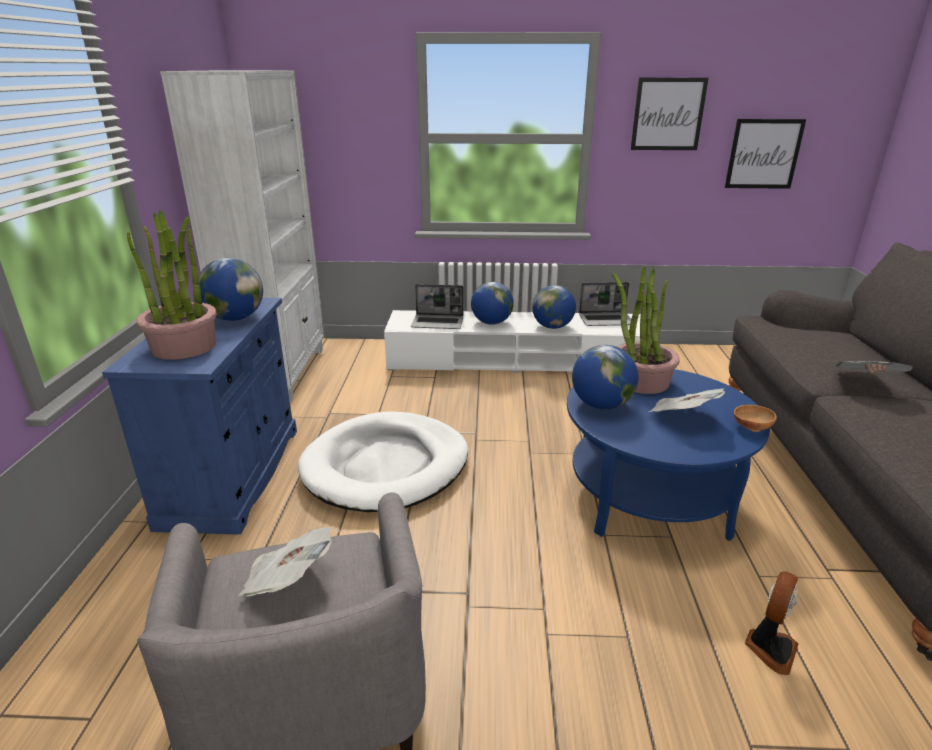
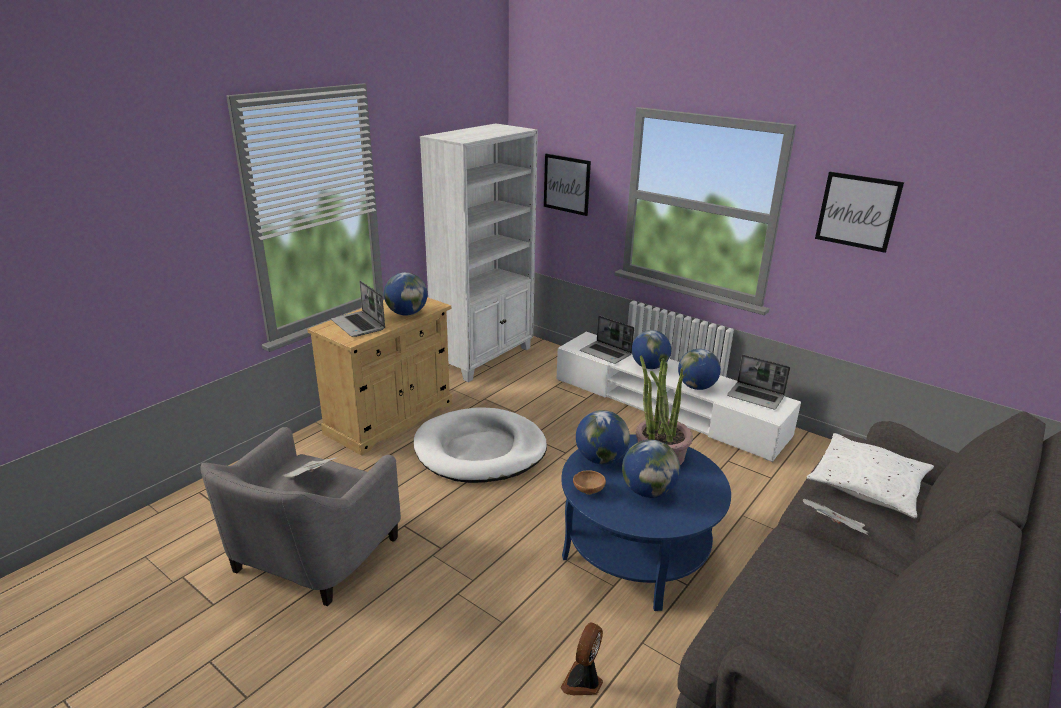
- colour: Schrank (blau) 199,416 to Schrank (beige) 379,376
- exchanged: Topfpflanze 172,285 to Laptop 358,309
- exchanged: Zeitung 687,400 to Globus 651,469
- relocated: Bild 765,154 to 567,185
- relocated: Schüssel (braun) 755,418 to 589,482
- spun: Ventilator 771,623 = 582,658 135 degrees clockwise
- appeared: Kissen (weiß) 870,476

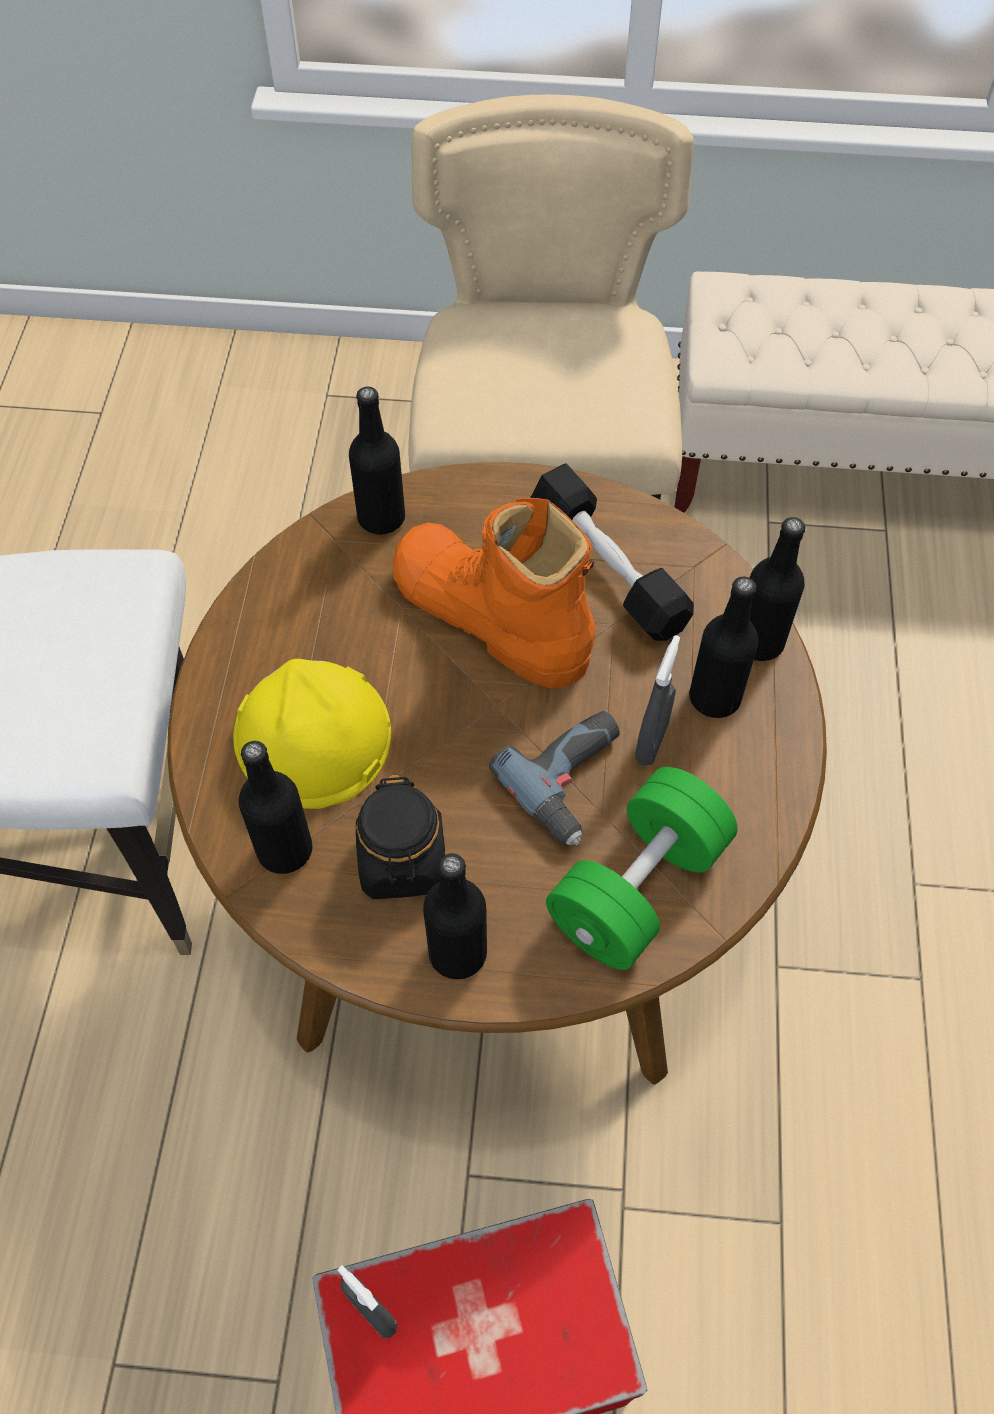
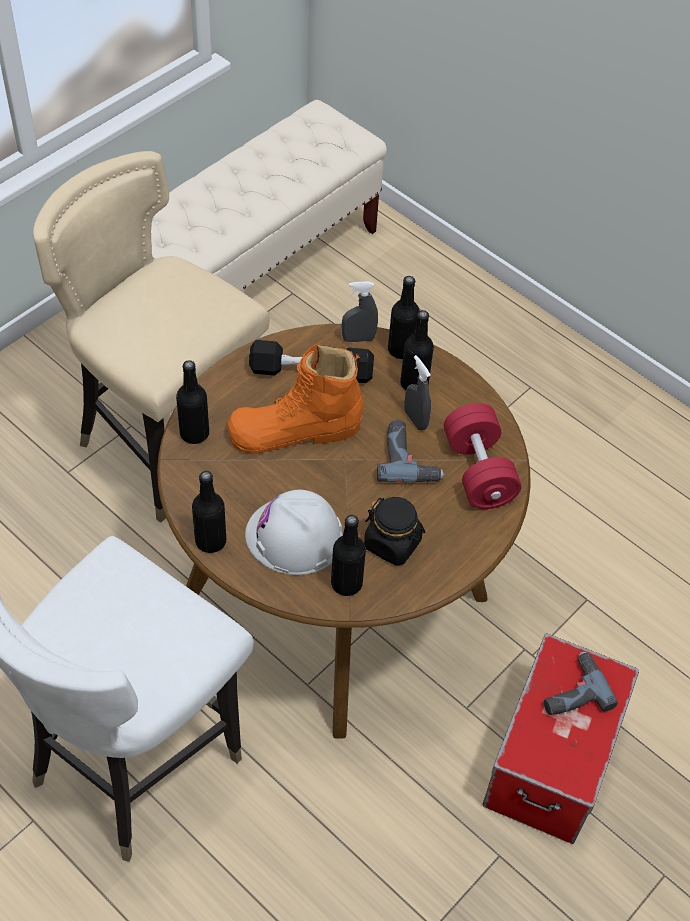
- colour: Schutzhelm (gelb) 312,734 to Schutzhelm (weiß) 294,532
- relocated: Sprühflasche (grau) 367,1301 to 360,312
- relocated: Flasche (schwarz) 455,916 to 209,512
- colour: Hantel (grün) 642,868 to Hantel (rot) 483,456
- appeared: Bohrmaschine 581,683

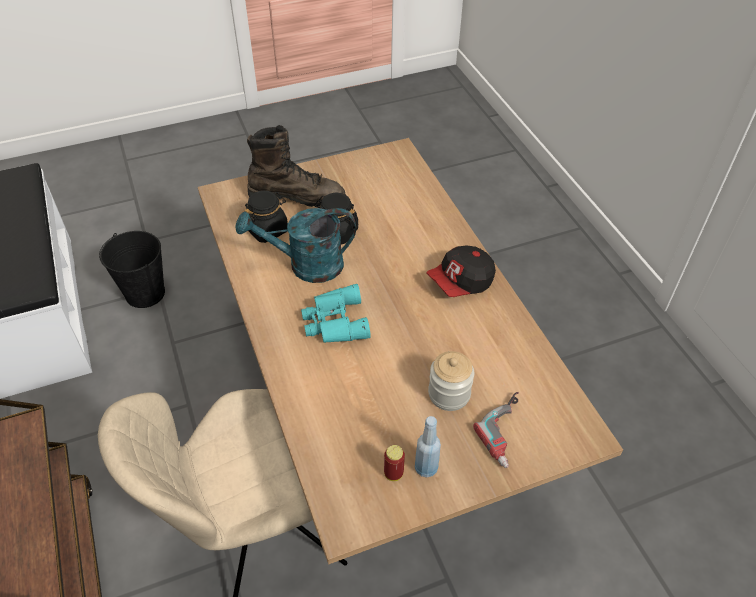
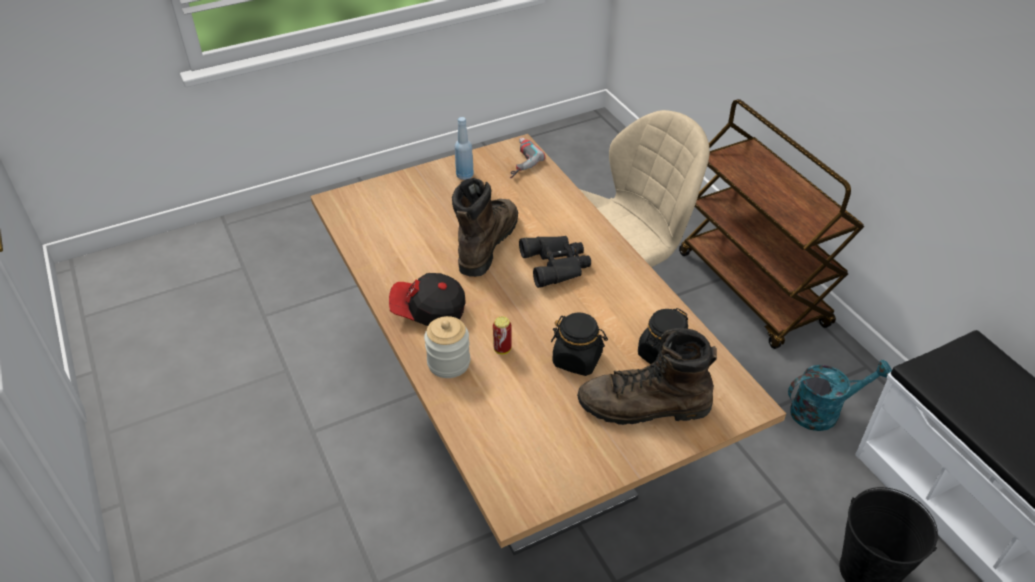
- relocated: Gießkanne (türkis) 295,245 to 840,395
- colour: Fernglas (türkis) 336,313 to Fernglas (schwarz) 555,262
- relocated: Dose 394,463 to 502,335
- spun: Kappe 461,271 = 427,299 135 degrees counterclockwise
- relocated: Vorratsglas 451,381 to 447,347
- relocated: Bohrmaschine 496,430 to 527,158
- appeared: Stiefel (braun) 485,227

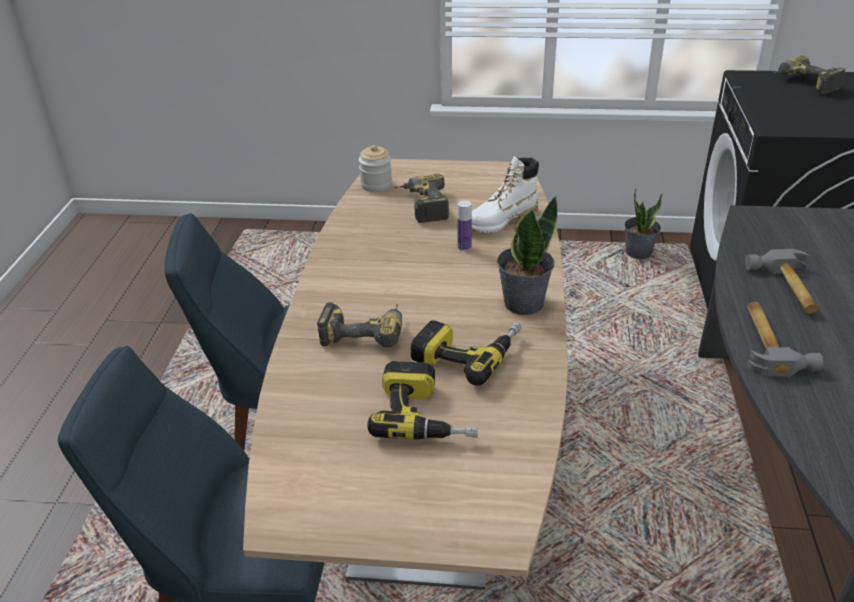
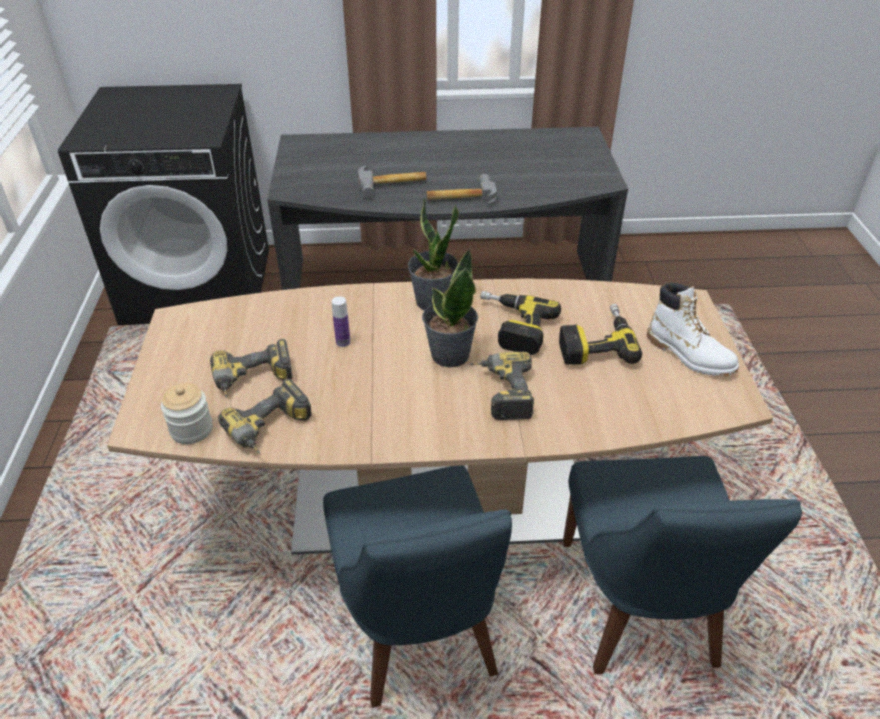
- relocated: Stiefel (weiß) 505,194 to 693,329
- relocated: Topfpflanze 643,223 to 450,308
- relocated: Bohrmaschine 809,75 to 265,416

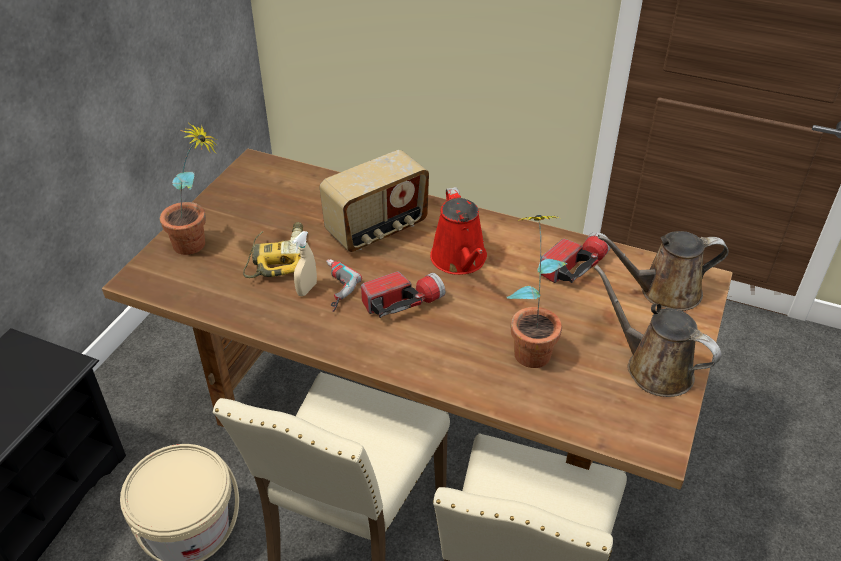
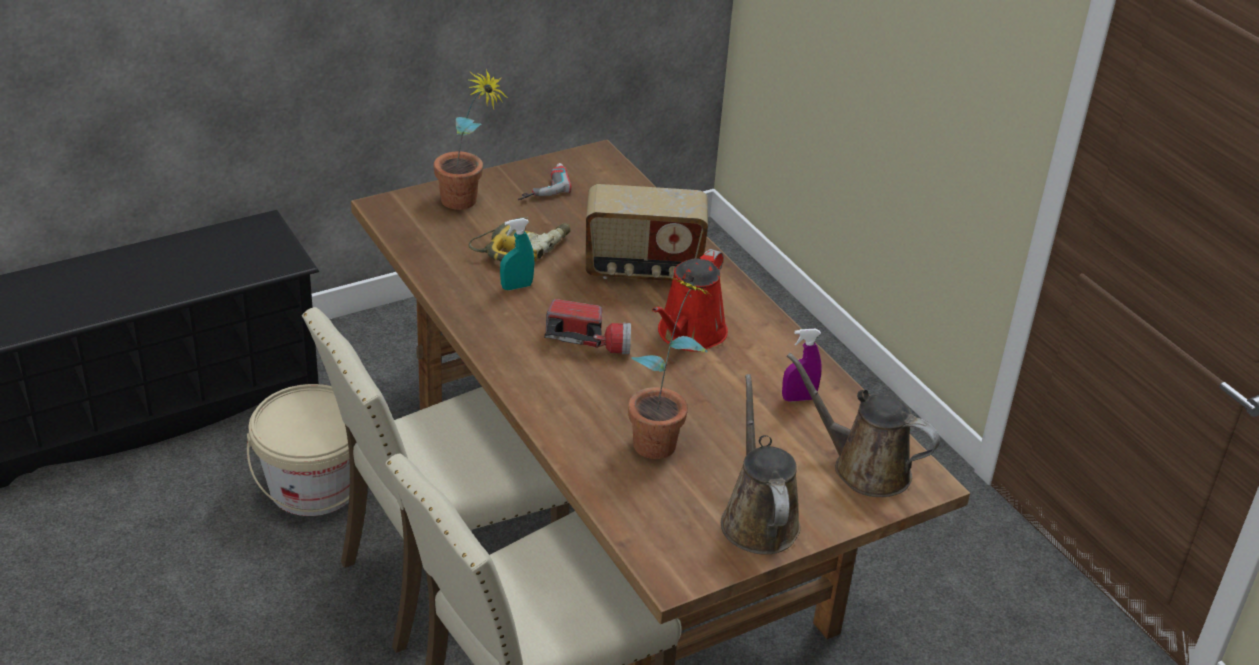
- colour: Sprühflasche (beige) 304,263 to Sprühflasche (türkis) 517,254
- relocated: Bohrmaschine 344,285 to 545,181
- exchanged: Taschenlampe 575,257 to Sprühflasche (lila) 802,365

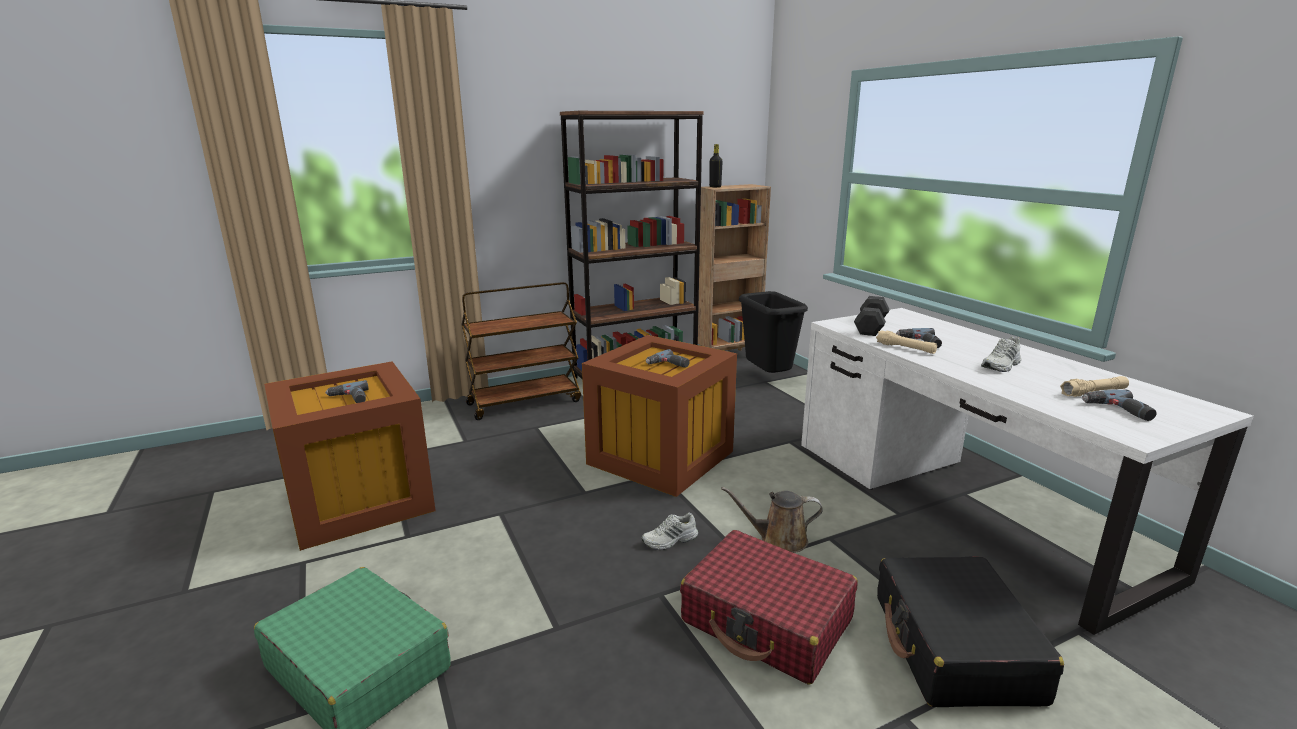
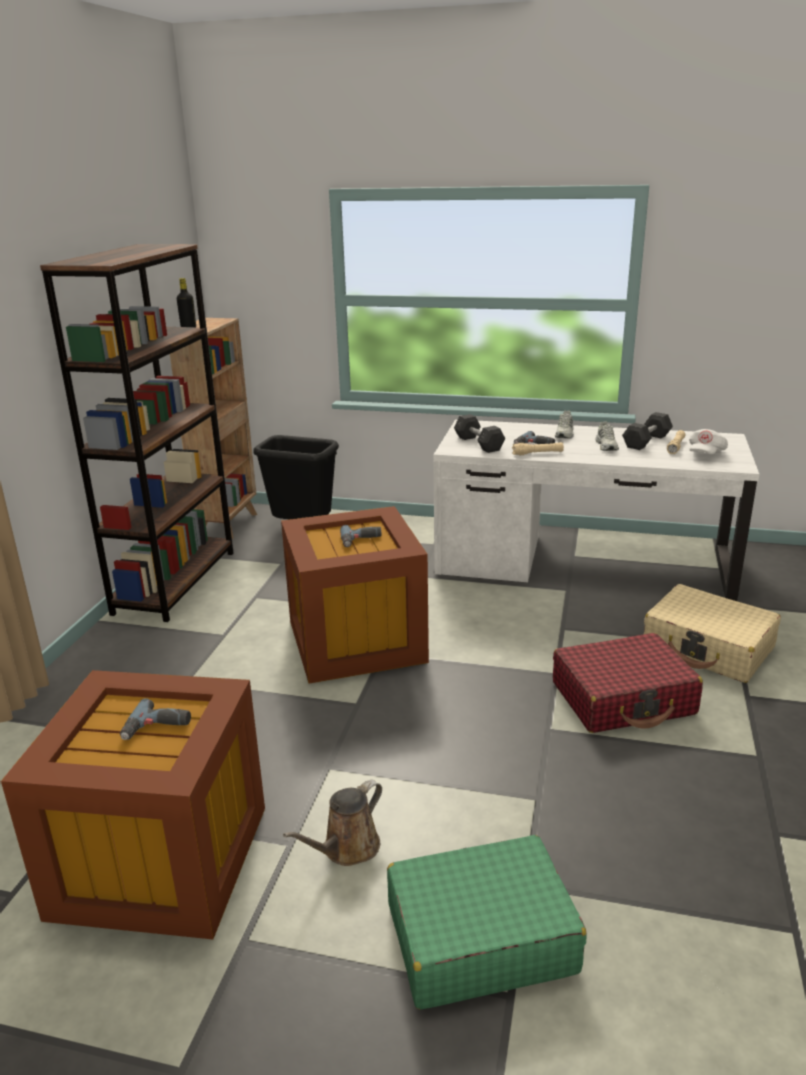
- missing: Rollwagen (braun) 521,351
- relocated: Schuh (weiß) 669,531 to 564,425
- relocated: Gießkanne (braun) 772,520 to 332,823
- colour: Koffer (schwarz) 970,631 to Koffer (beige) 712,633
- exchanged: Bohrmaschine 1119,405 to Kappe (weiß) 708,441
- appeared: Hantel (grau) 647,431

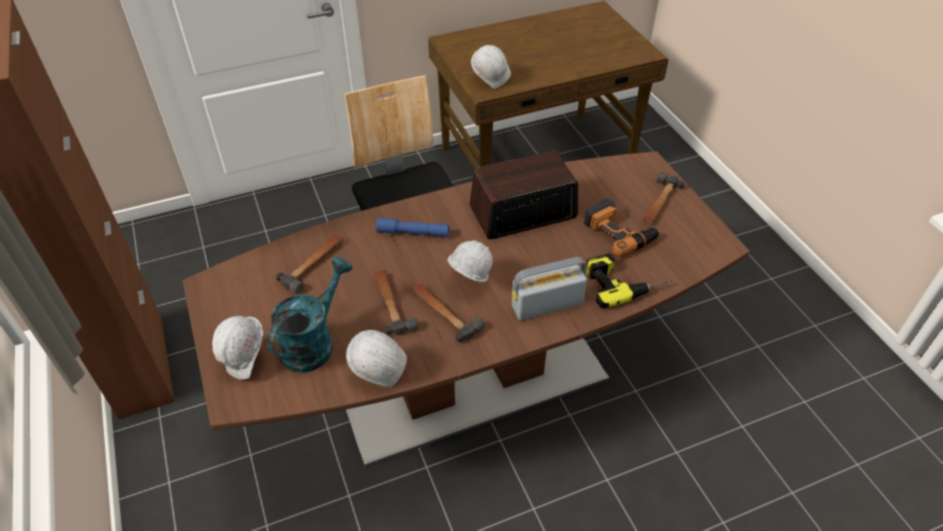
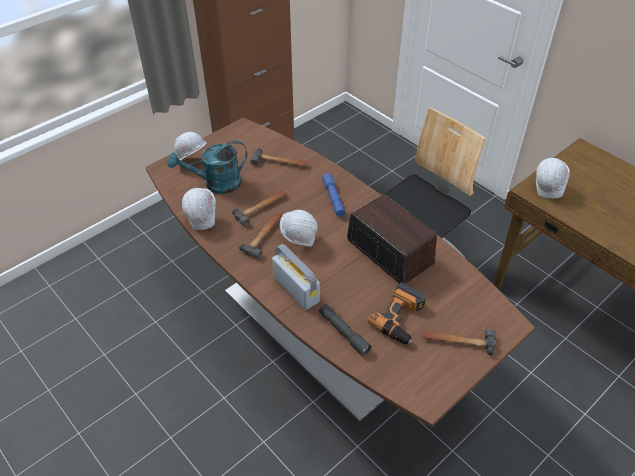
- spun: Gießkanne (türkis) 310,315 = 207,167 150 degrees clockwise
- exchanged: Bohrmaschine 629,281 to Taschenlampe (grau) 345,330

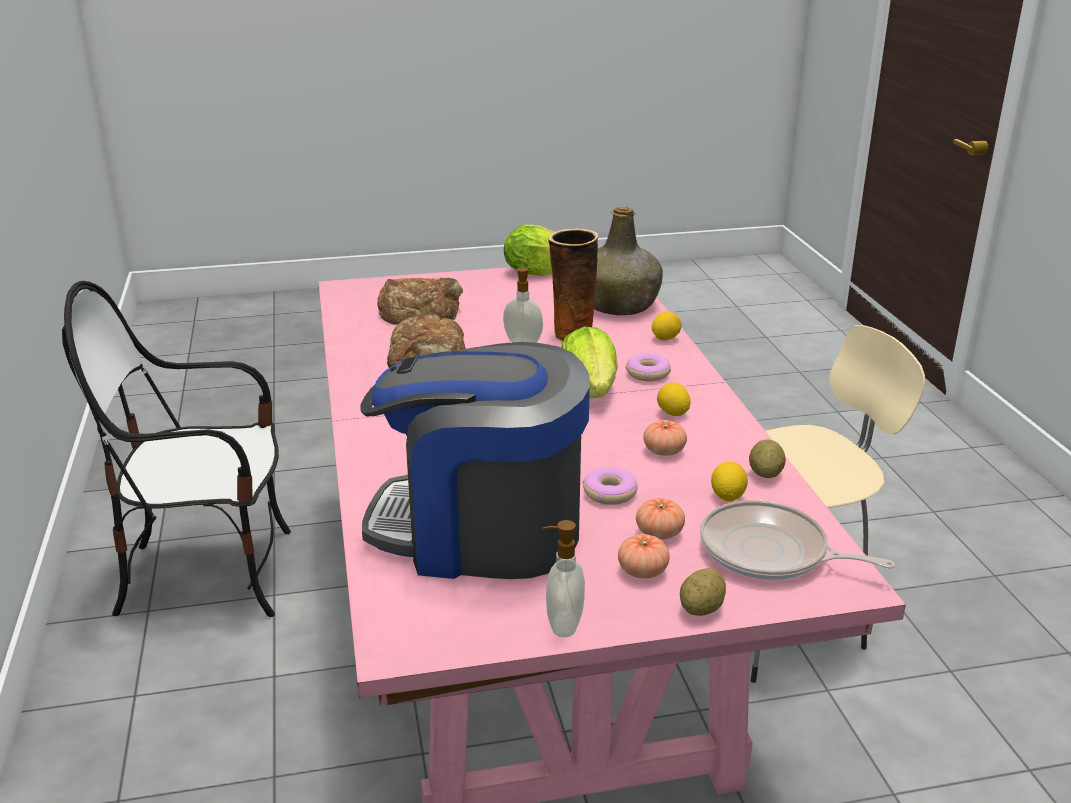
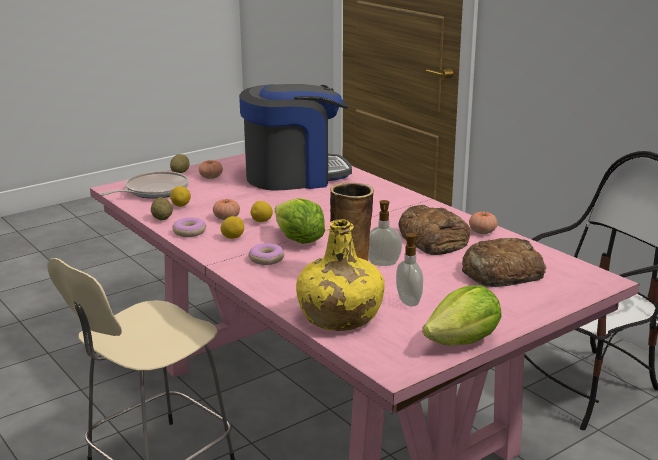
- relocated: Seifenspender 564,578 to 410,270
- relocated: Donut 610,486 to 189,227
- colour: Flasche (grün) 628,260 to Flasche (gelb) 340,275
- relocated: Tomate 660,519 to 483,223
- relocated: Zitrone 666,325 to 262,211
- spun: Pfanne 797,540 = 144,185 45 degrees counterclockwise

